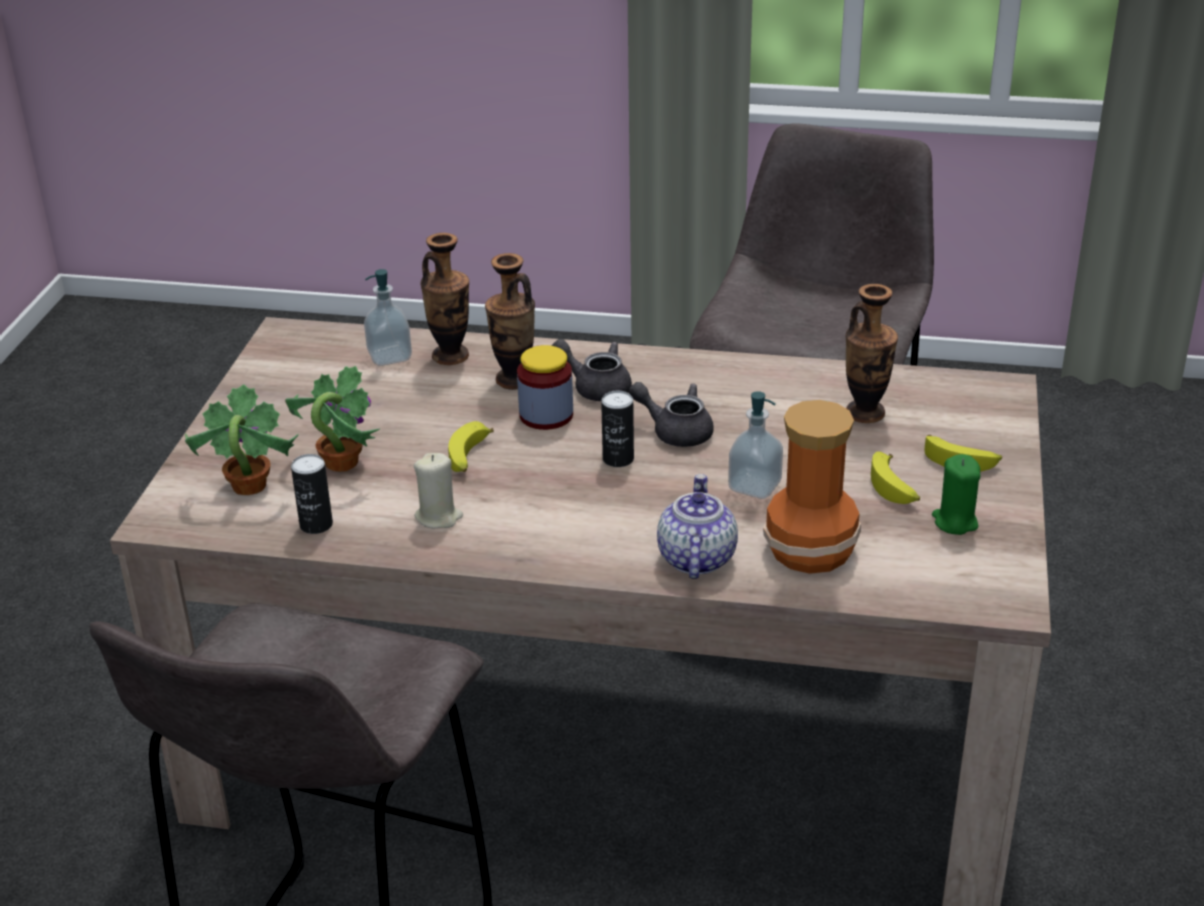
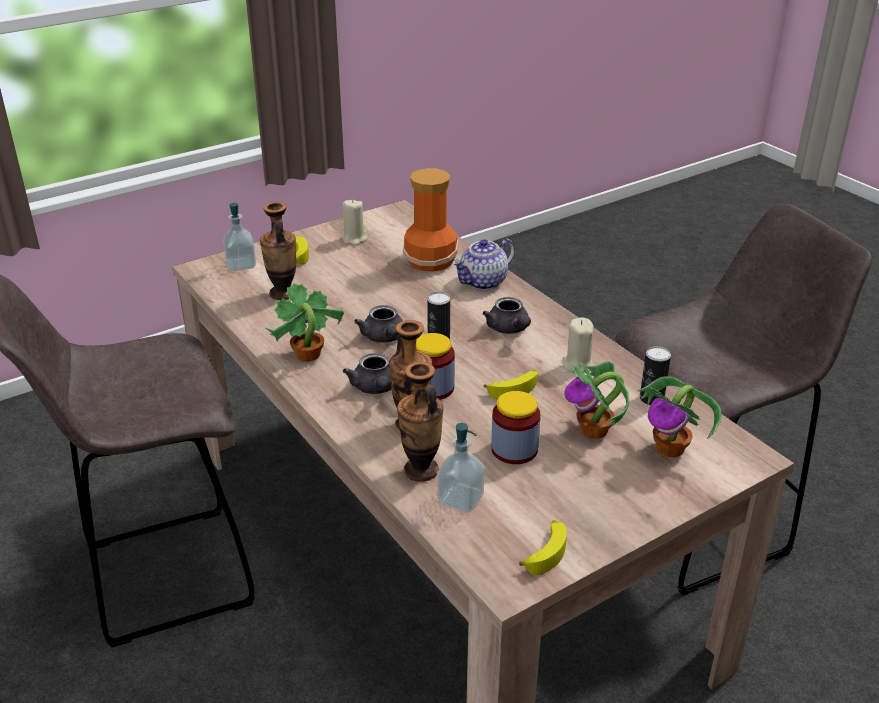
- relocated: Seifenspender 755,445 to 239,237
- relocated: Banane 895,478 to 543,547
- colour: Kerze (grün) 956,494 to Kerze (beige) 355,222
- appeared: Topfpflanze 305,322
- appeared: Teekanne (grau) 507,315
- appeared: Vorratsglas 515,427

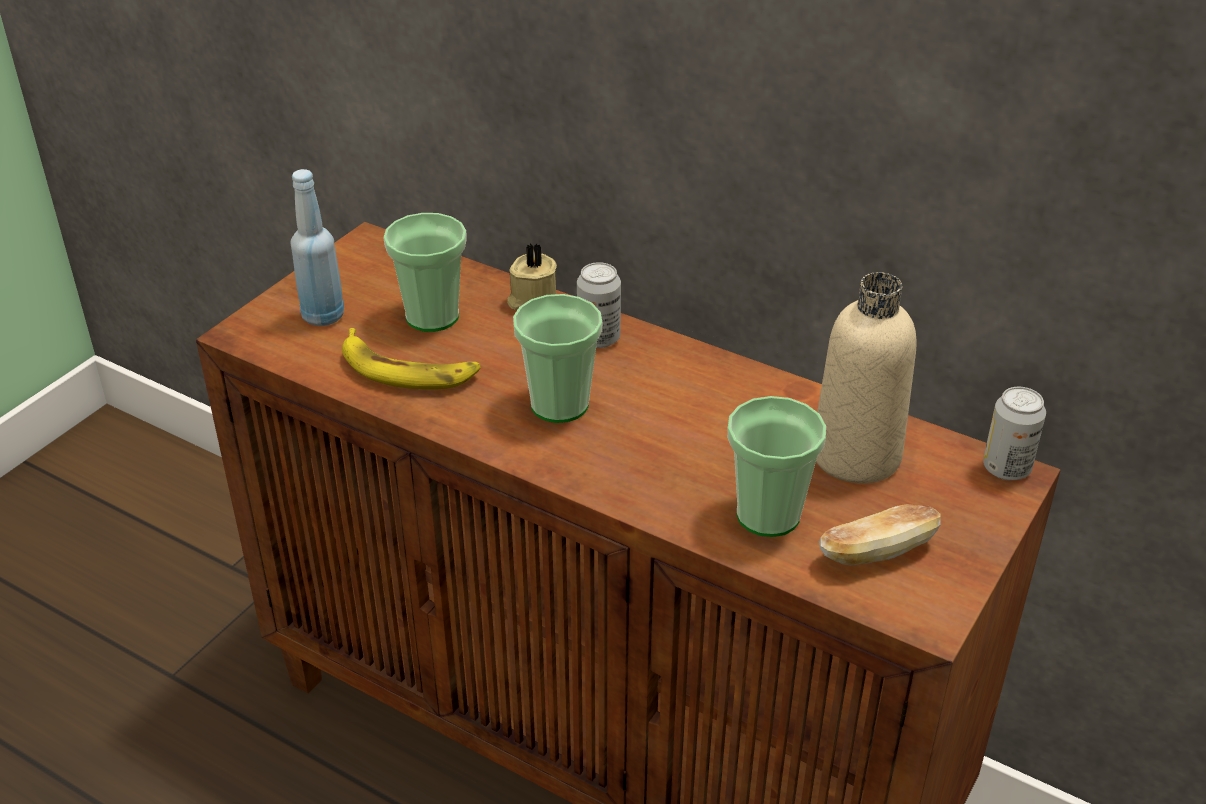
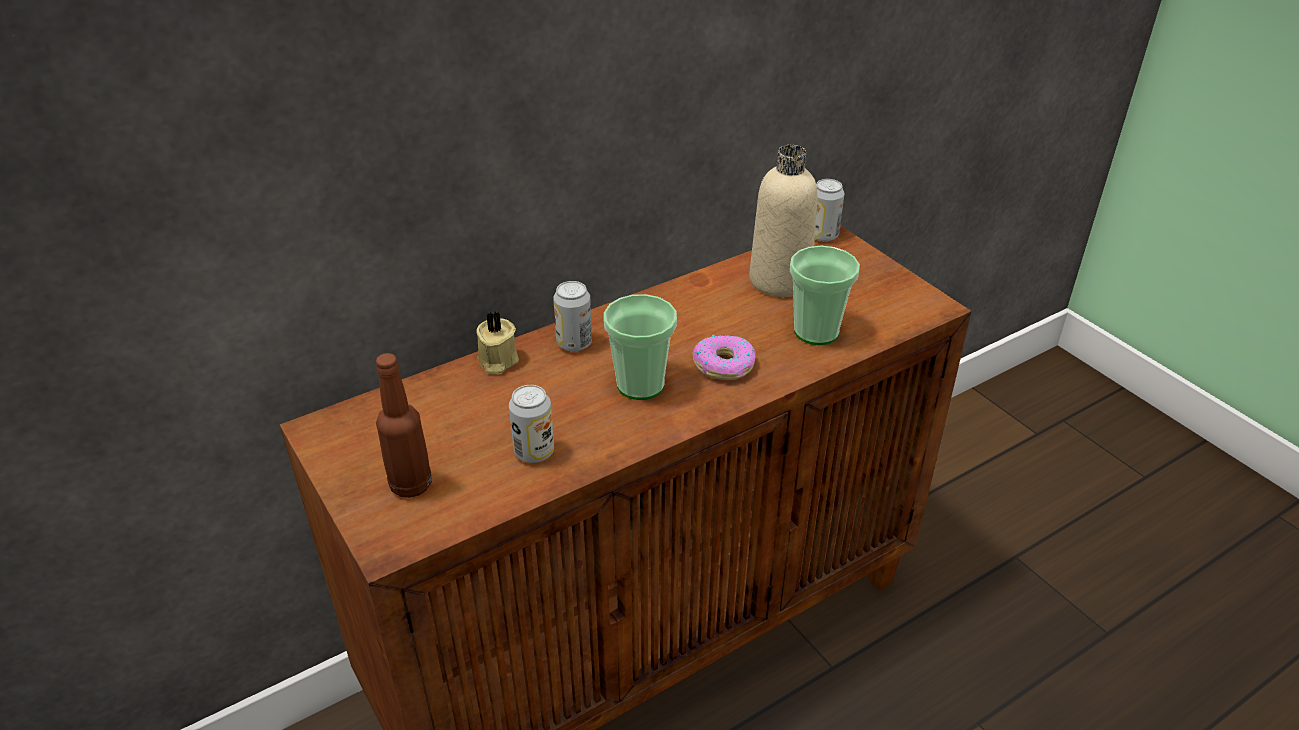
- colour: Flasche (blau) 317,247 to Flasche (braun) 404,425
- exchanged: Banane 411,359 to Dose 531,424
- missing: Tasse 425,272
- missing: Brot 880,534
- appeared: Donut 724,357

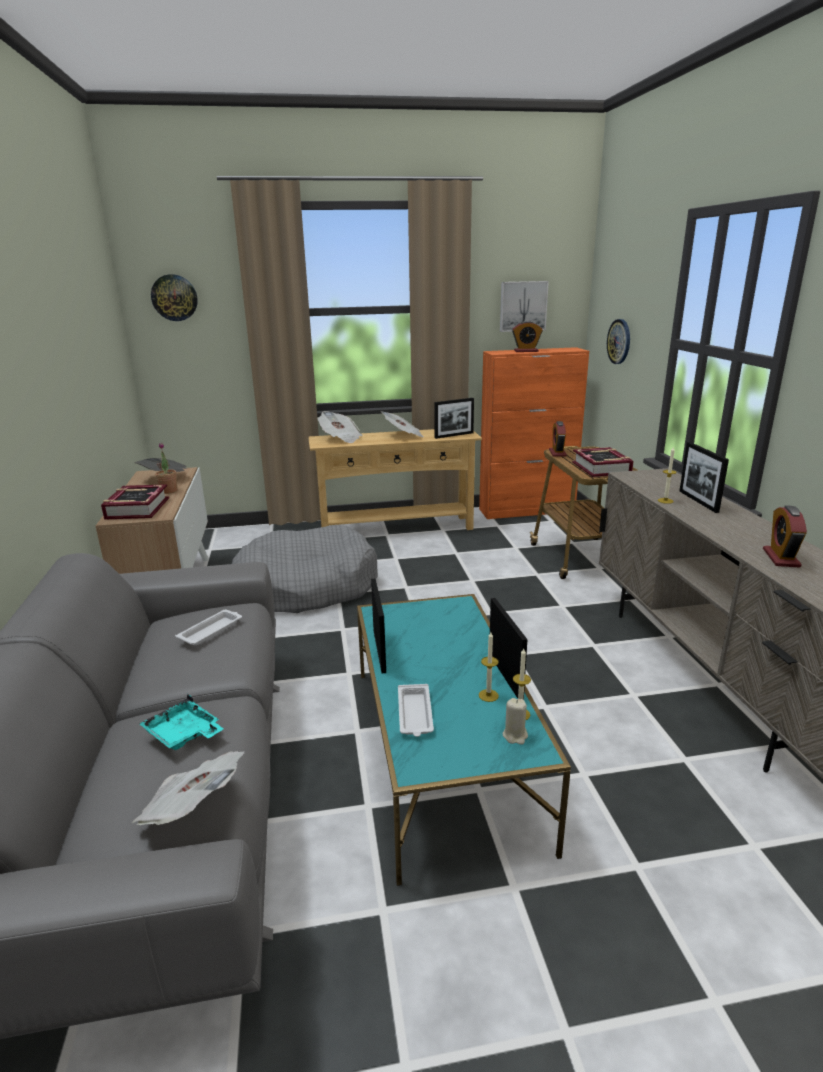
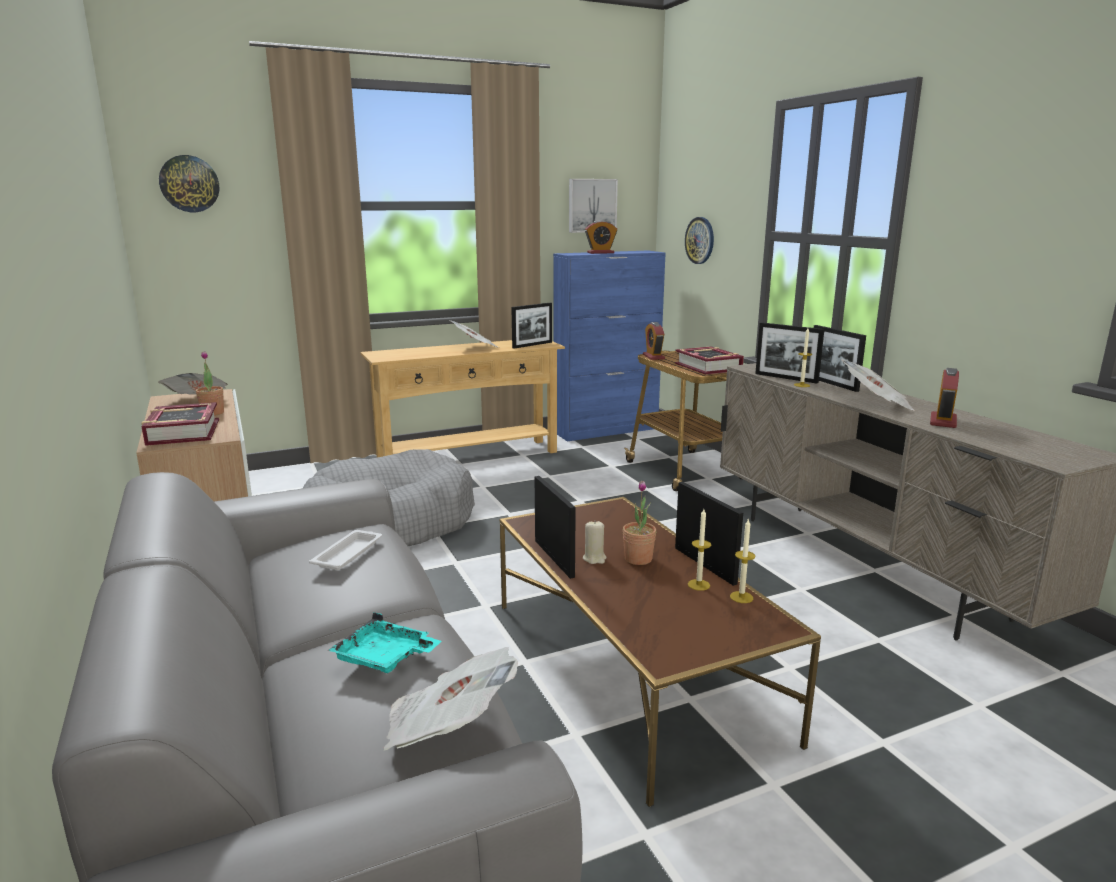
- relocated: Zeitung 340,427 to 878,385
- colour: Couchtisch (türkis) 464,740 to Couchtisch (braun) 660,652
- missing: Tablett (weiß) 416,710
- colour: Schrank (orange) 534,433 to Schrank (blau) 609,346
- relocated: Kerze (beige) 515,721 to 595,542
- spun: Wecker 785,536 = 944,398 150 degrees counterclockwise
- appeared: Topfpflanze 639,523
- appeared: Bilderrahmen 789,352

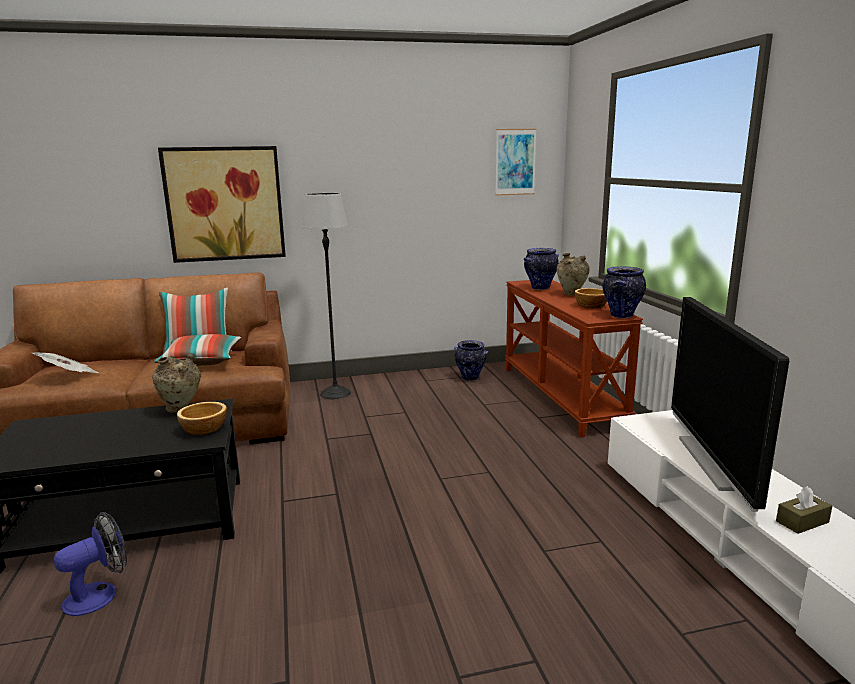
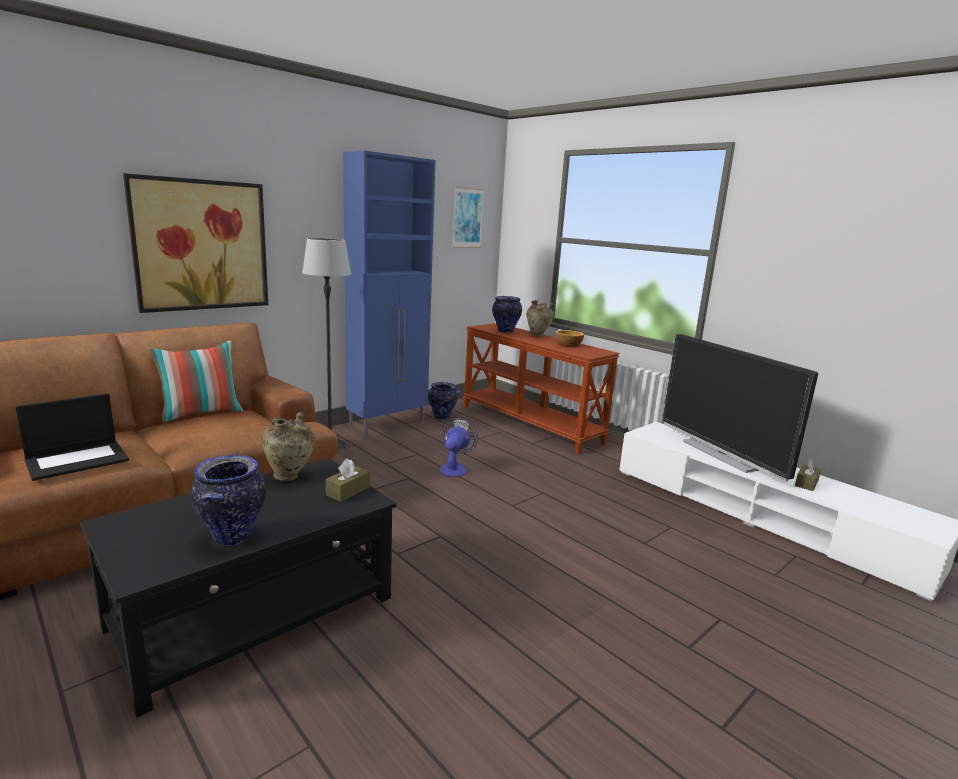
- exchanged: Zeitung 65,363 to Laptop 72,437
- relocated: Ventilator 90,564 to 459,447
- missing: Kissen 197,350
- exchanged: Schüssel 202,418 to Taschentuchbox (braun) 347,480
- relocated: Vase 624,292 to 228,500
- appeared: Schrank (blau) 389,292

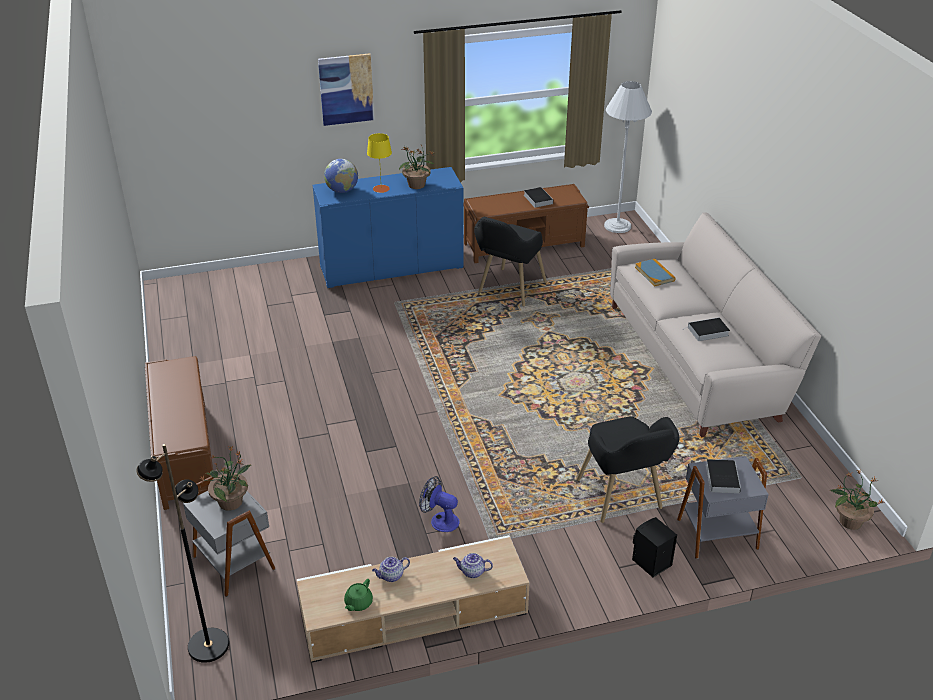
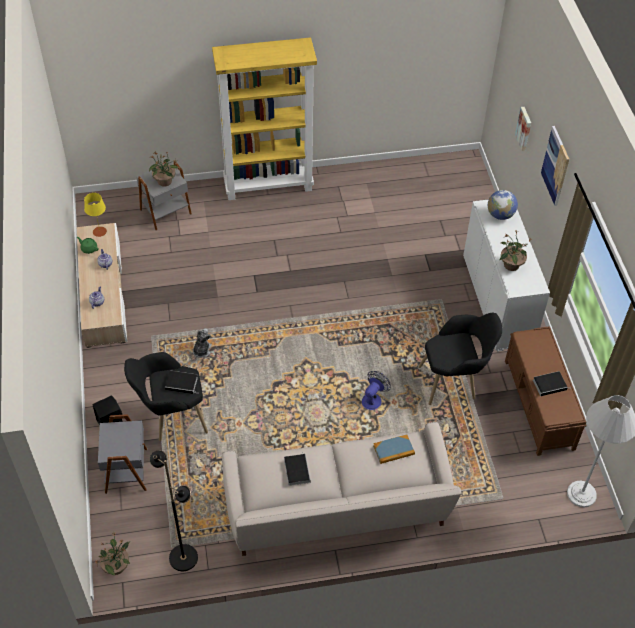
- relocated: Stehlampe (schwarz) 182,553 to 174,510
- exchanged: Bank (braun) 179,433 to Bücherregal (gelb) 264,118
- colour: Schrank (blau) 388,227 to Schrank (weiß) 506,275
- relocated: Tischlampe (gelb) 379,163 to 95,215
- relocated: Ventilator 439,504 to 376,390
- spun: Sessel (schwarz) 510,261 = 460,359 135 degrees clockwise
- relocated: Buch 723,476 to 182,382
- appeared: Plüschtier 202,343
- appeared: Bild 523,129

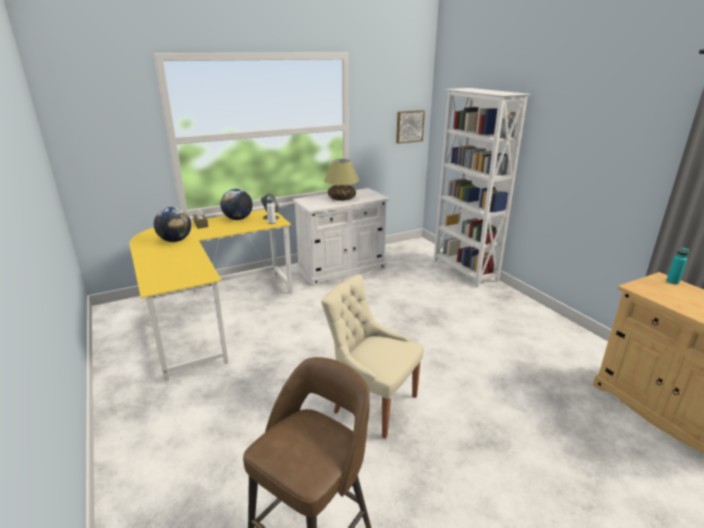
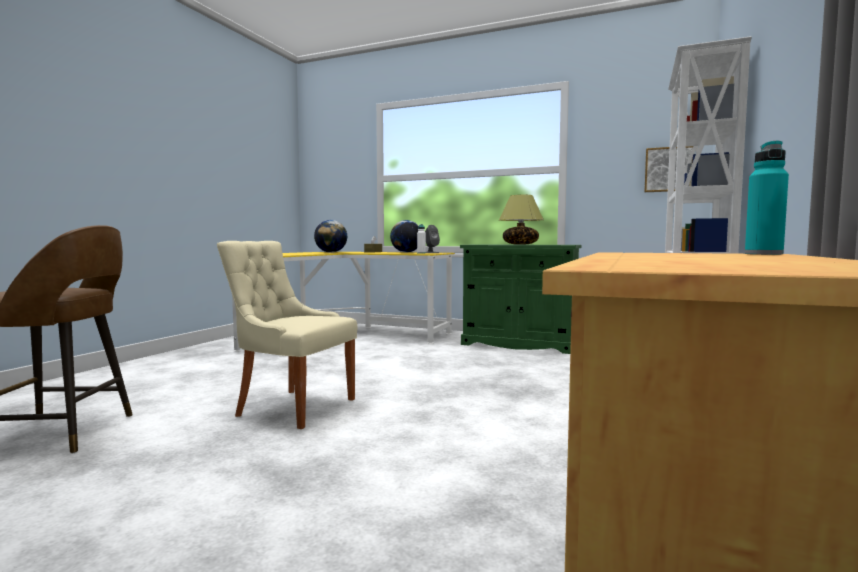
- colour: Schrank (weiß) 341,237 to Schrank (grün) 521,299
- spun: Stuhl (beige) 372,356 = 287,335 60 degrees counterclockwise

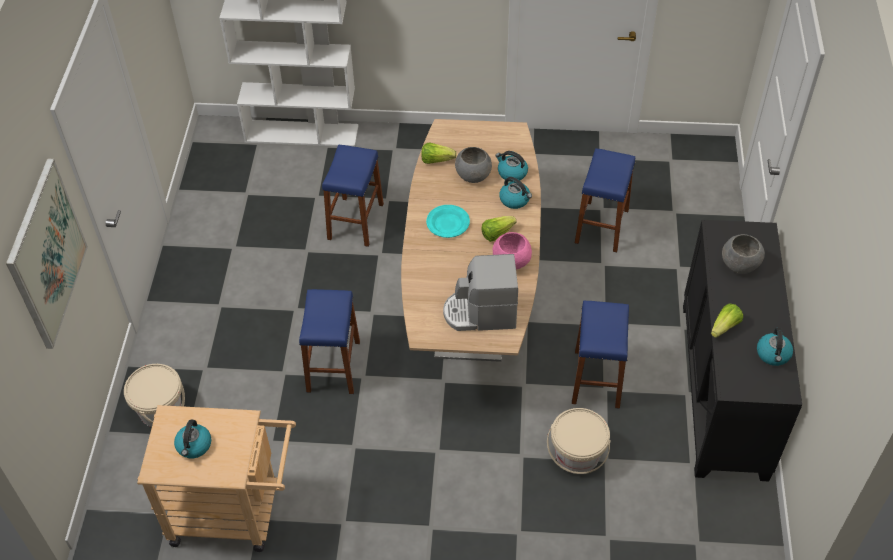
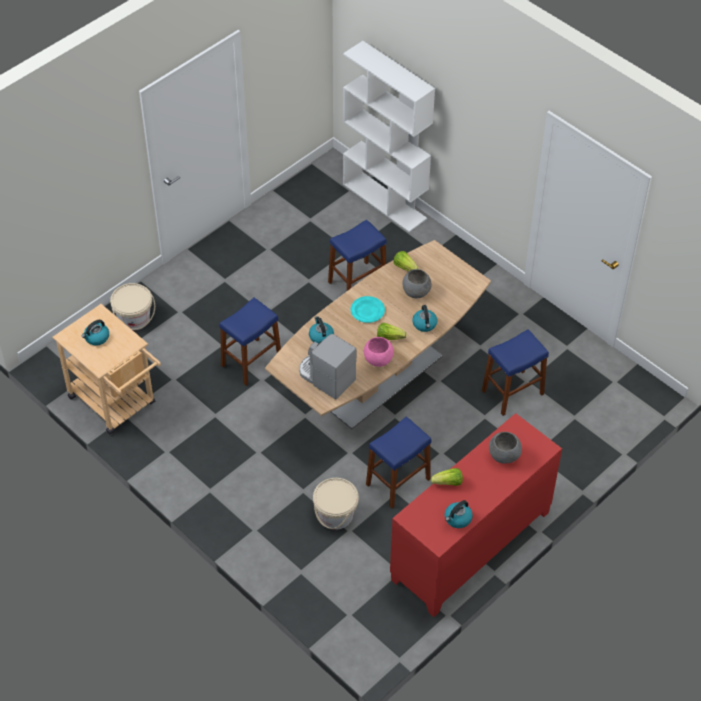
- missing: Bild 47,253
- relocated: Wasserkessel 511,166 to 321,329
- colour: Schrank (schwarz) 742,351 to Schrank (rot) 476,515

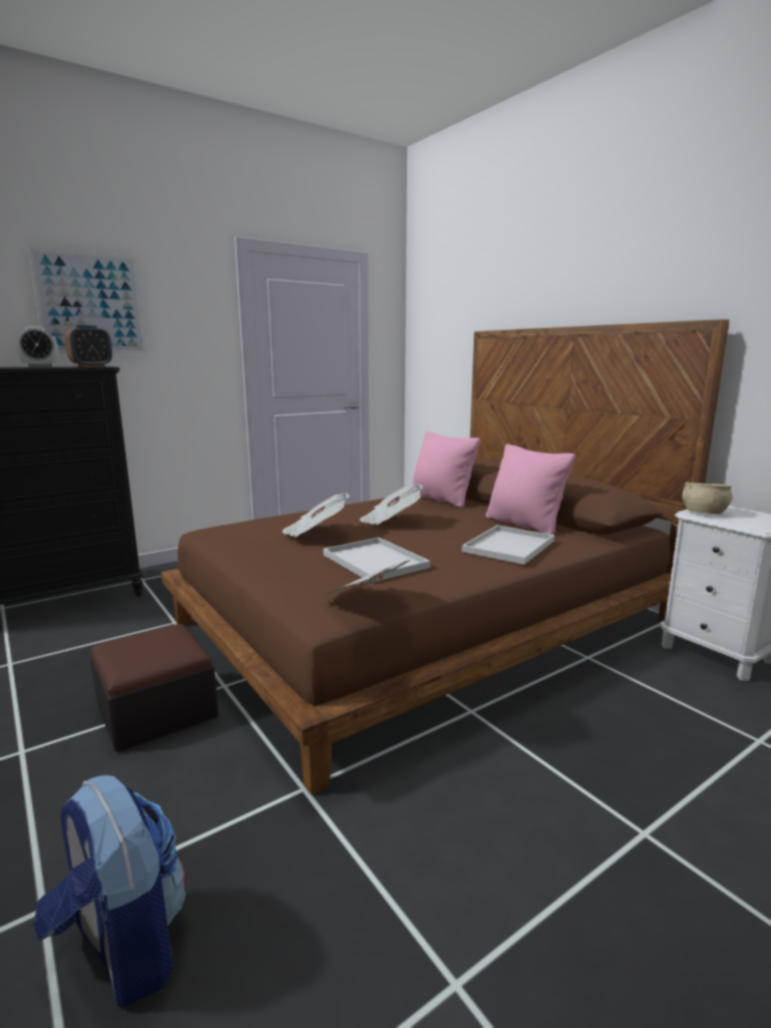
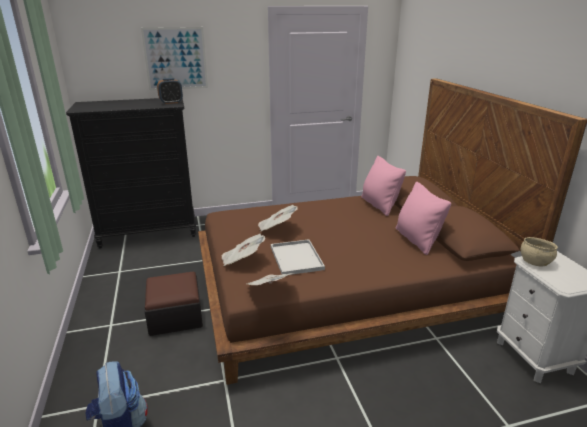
- missing: Wecker 37,346
- relocated: Zeitung 391,504 to 243,250
- missing: Tablett (weiß) 508,545

